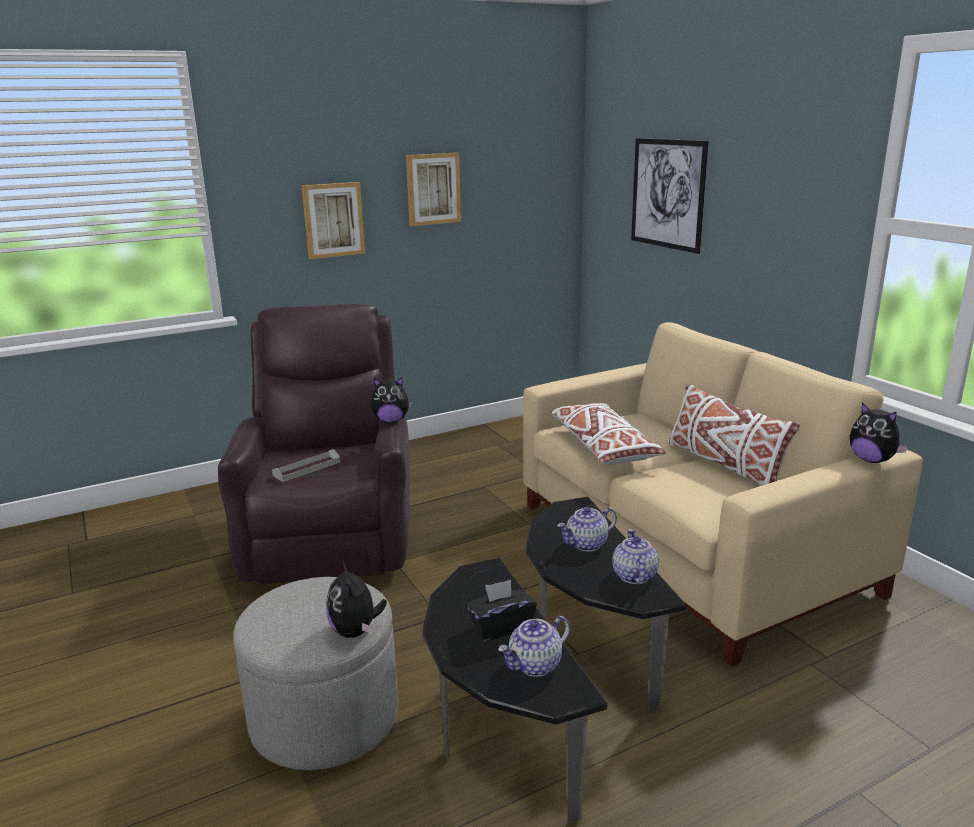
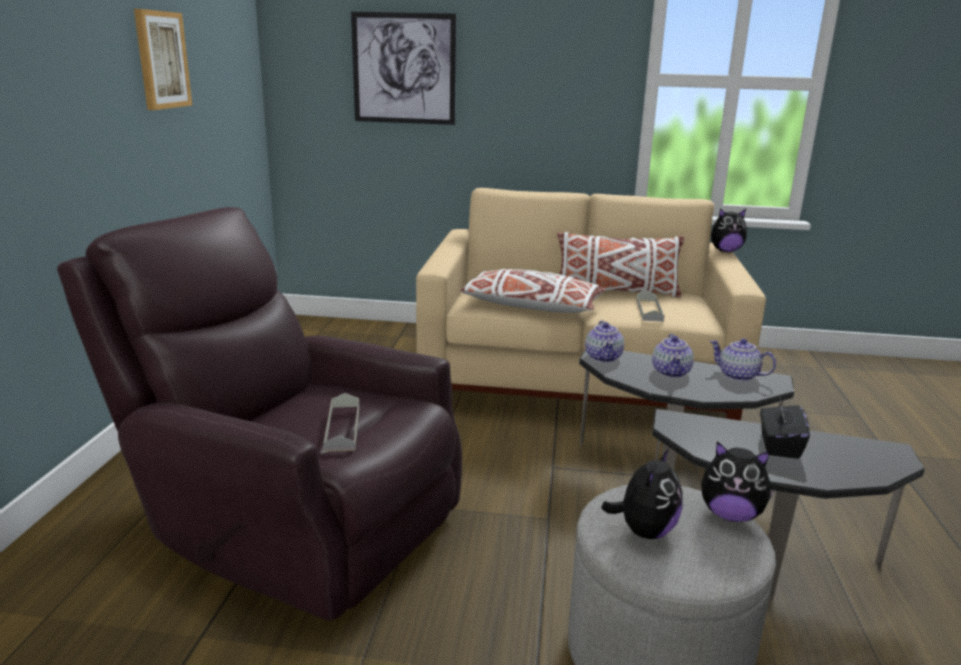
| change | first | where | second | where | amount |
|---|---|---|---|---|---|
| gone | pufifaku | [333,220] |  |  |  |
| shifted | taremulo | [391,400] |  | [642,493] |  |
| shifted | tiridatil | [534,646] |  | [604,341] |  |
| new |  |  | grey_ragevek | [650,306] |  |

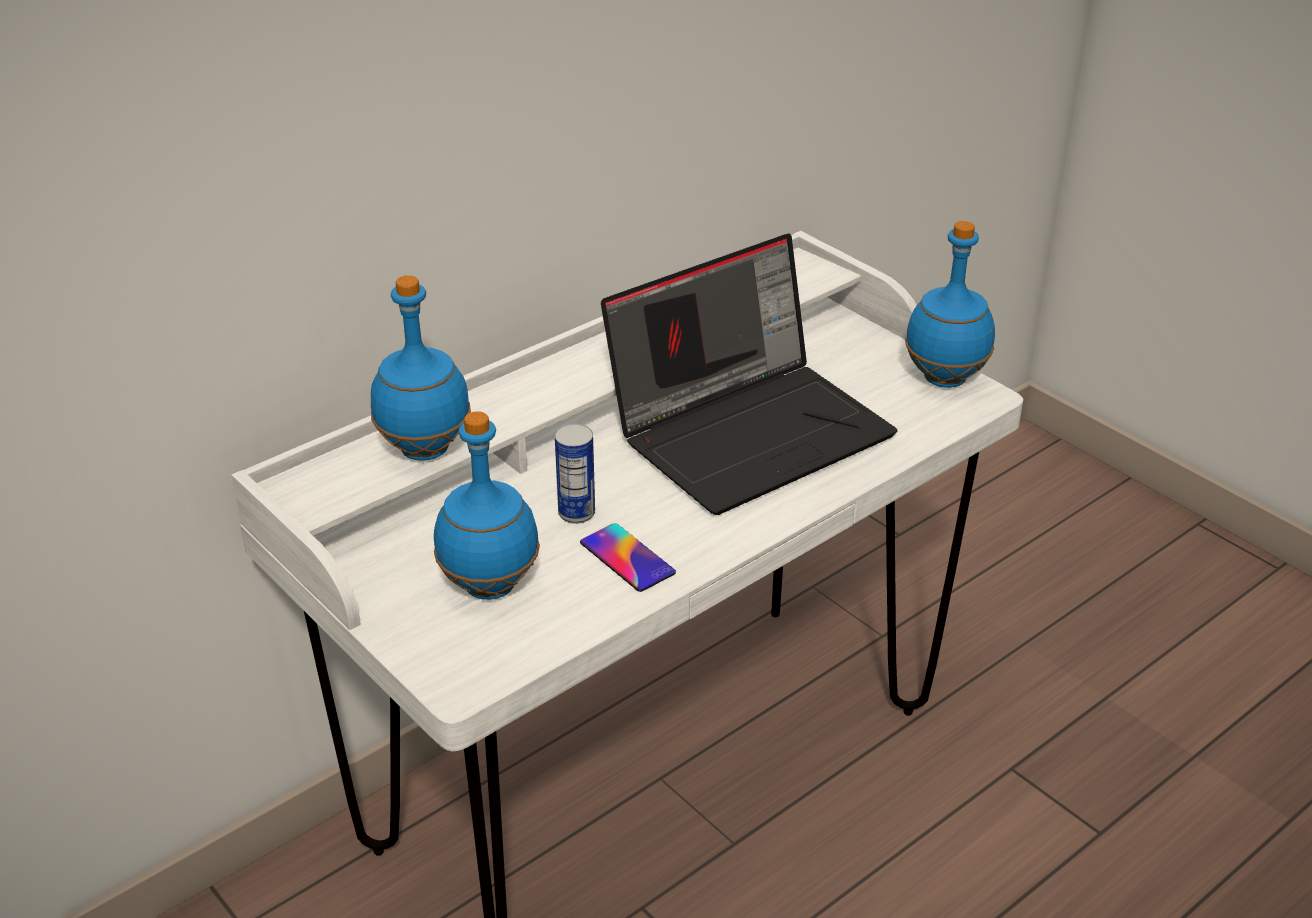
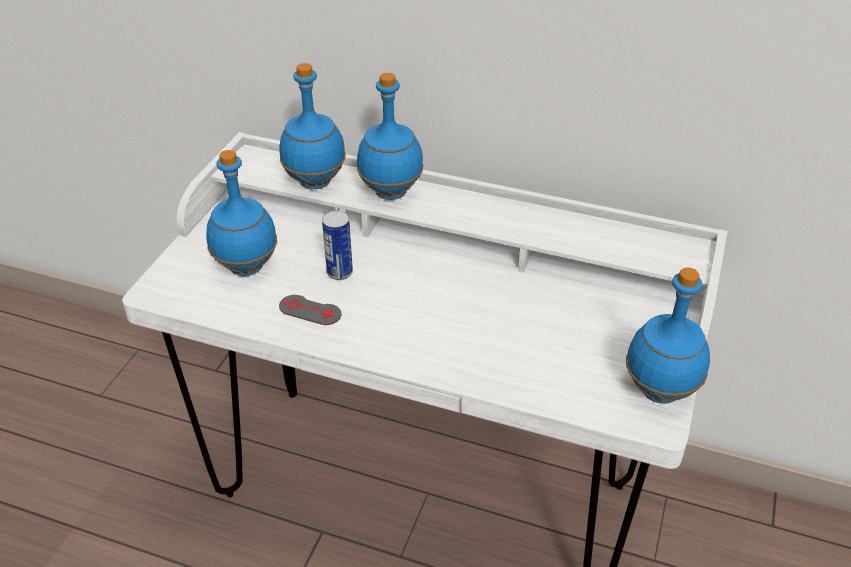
| change | first | where | second | where | amount |
|---|---|---|---|---|---|
| gone | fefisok | [749,374] |  |  |  |
| swapped | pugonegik | [628,557] | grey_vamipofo | [310,310] |  |
| new |  |  | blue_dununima | [390,136] |  |

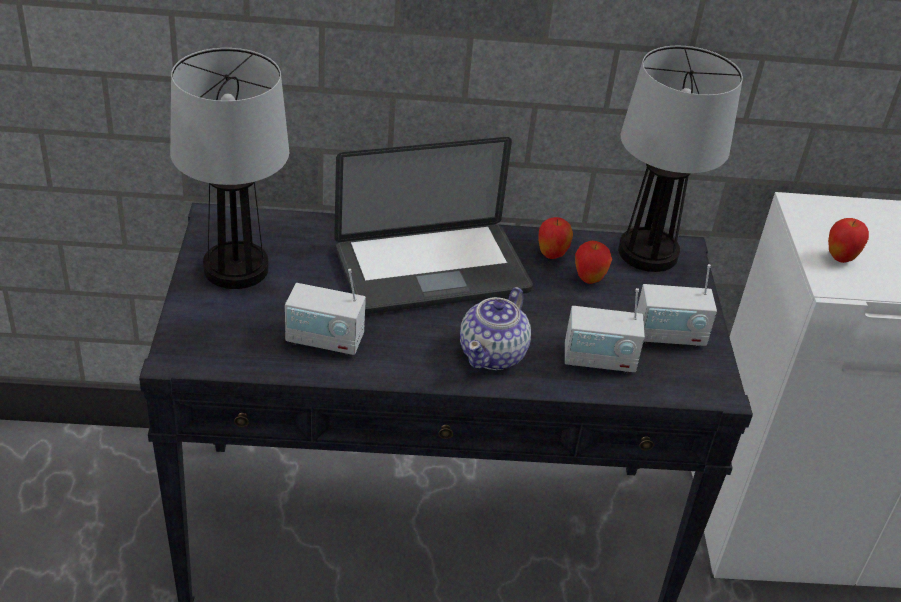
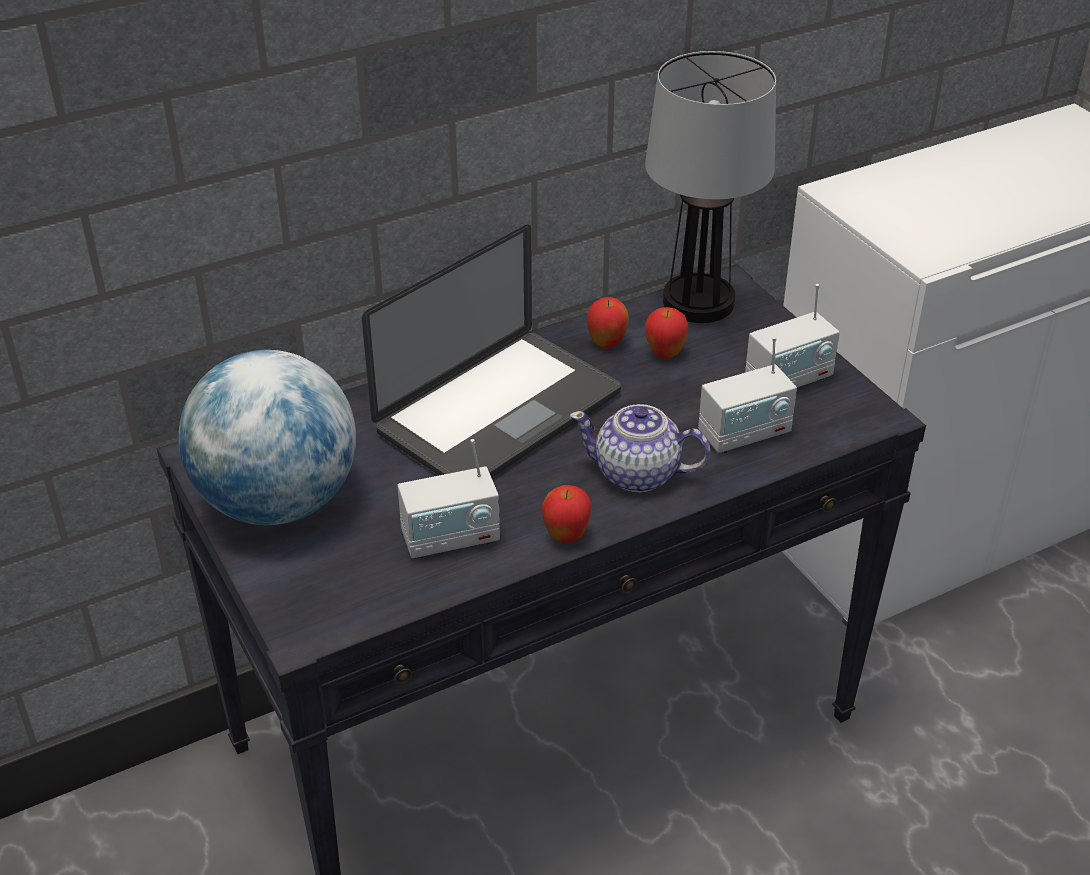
| change | first | where | second | where | amount |
|---|---|---|---|---|---|
| swapped | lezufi | [229,168] | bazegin | [267,437] |  |
| shifted | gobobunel | [848,240] |  | [566,514] |  |
| rotated | tiridatil | [495,328] |  | [640,448] | 105 degrees clockwise |

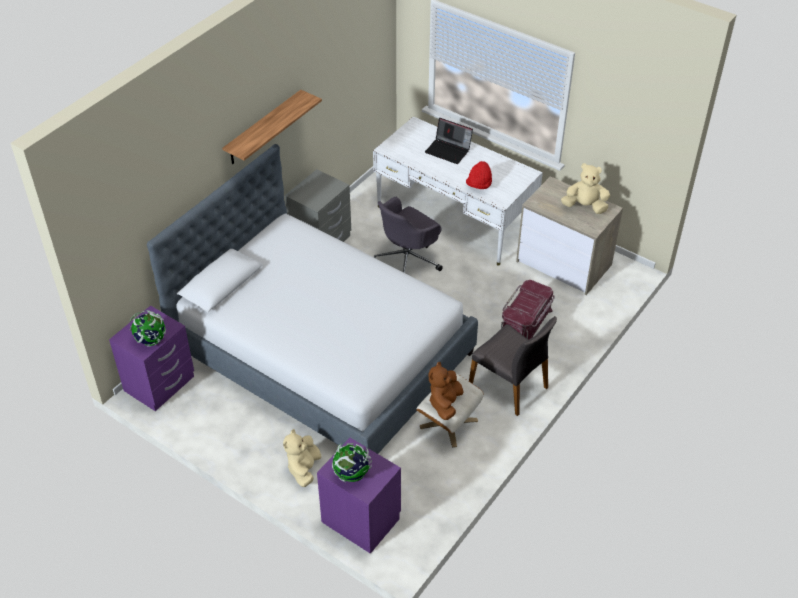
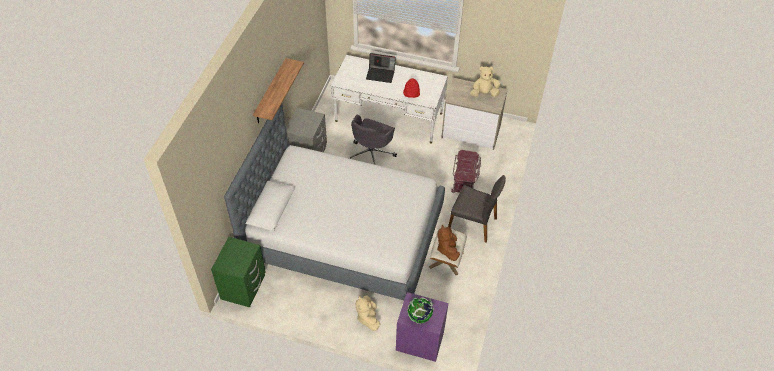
| change | first | where | second | where | amount |
|---|---|---|---|---|---|
| repainted | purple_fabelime | [151,358] | green_fabelime | [238,272] |  |
| gone | bazegin | [148,328] |  |  |  |

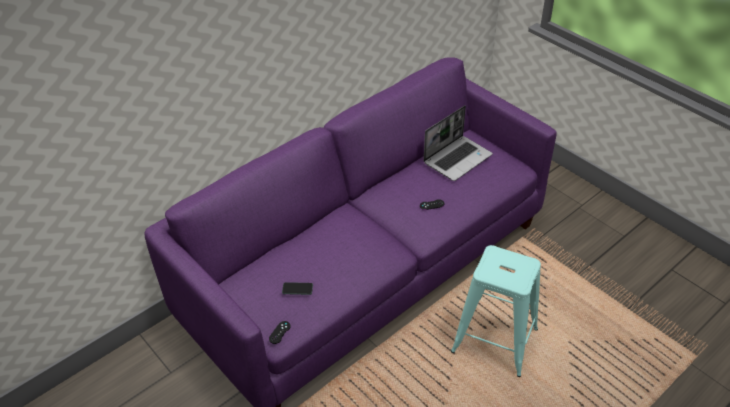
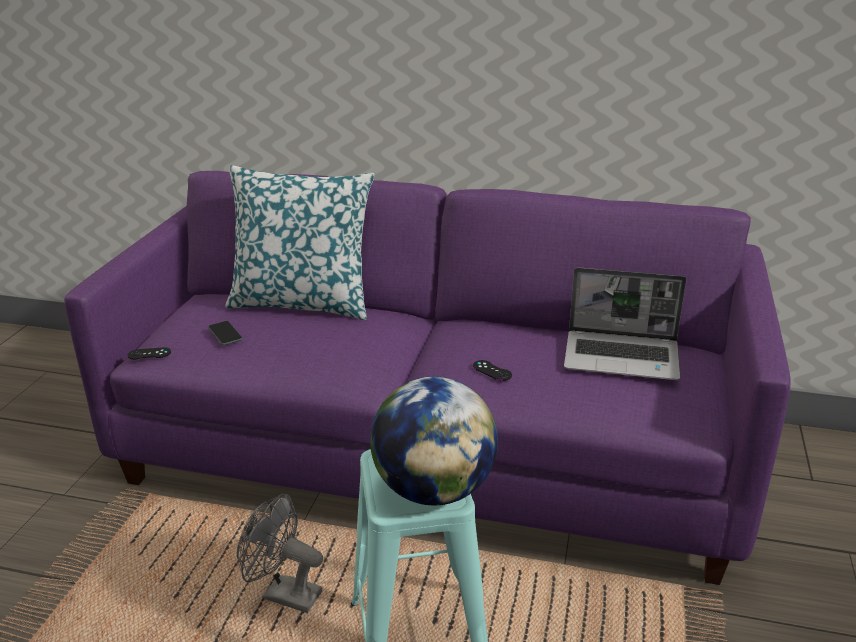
| change | first | where | second | where | amount |
|---|---|---|---|---|---|
| new |  |  | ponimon | [299,242] |  |
| new |  |  | bazegin | [434,440] |  |
| new |  |  | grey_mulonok | [280,553] |  |

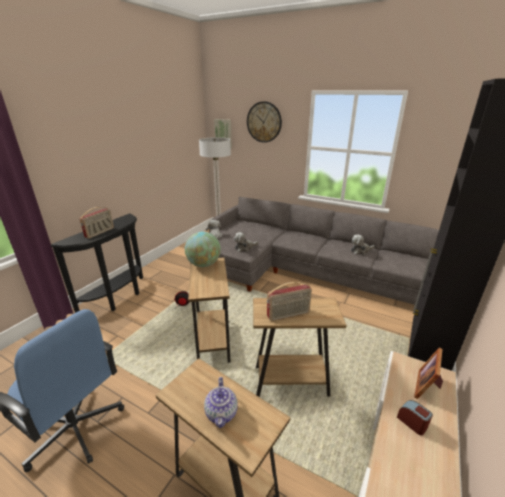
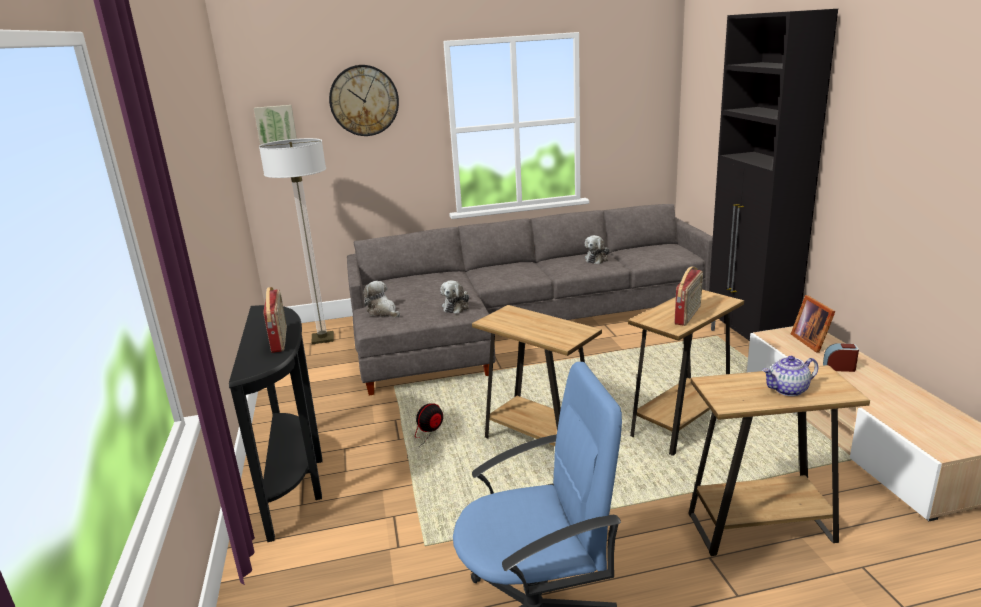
| change | first | where | second | where | amount |
|---|---|---|---|---|---|
| gone | bazegin | [203,249] |  |  |  |
| rotated | tiridatil | [221,402] |  | [790,376] | 120 degrees clockwise |

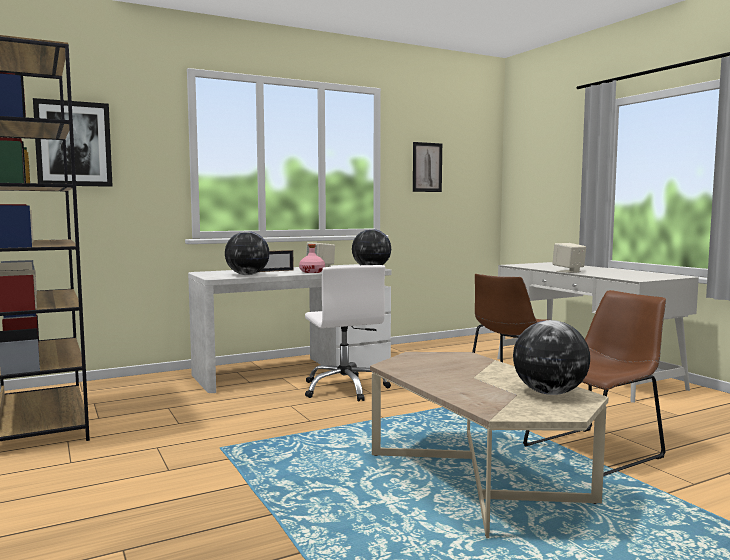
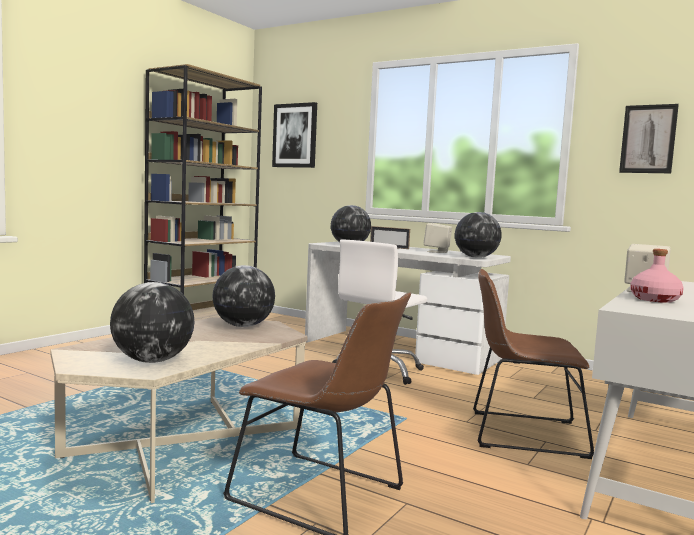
| change | first | where | second | where | amount |
|---|---|---|---|---|---|
| shifted | pink_dununima | [312,258] |  | [657,276] |  |
| new |  |  | bazegin | [243,296] |  |

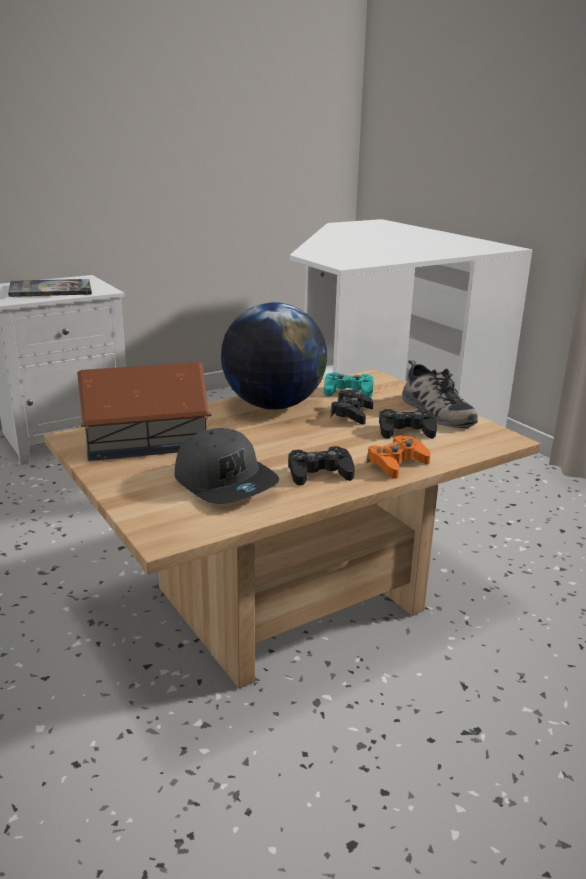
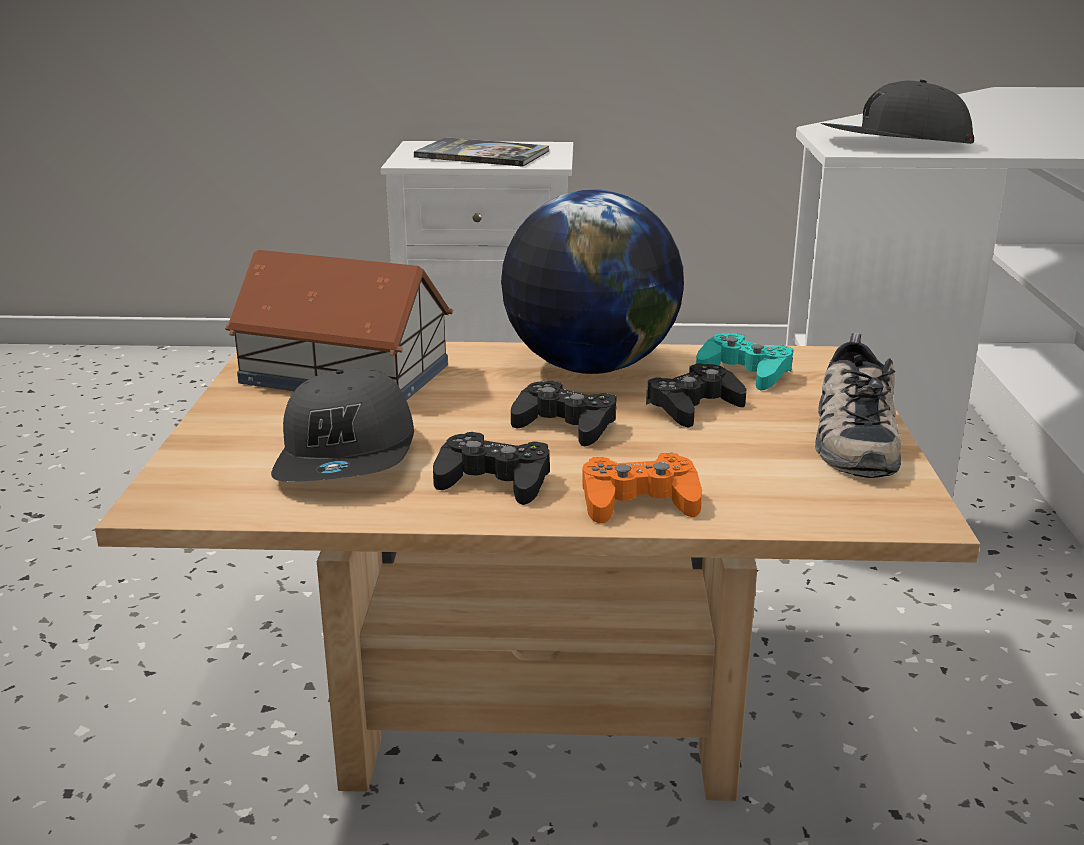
| change | first | where | second | where | amount |
|---|---|---|---|---|---|
| shifted | black_vamipofo | [408,424] |  | [564,413] |  |
| new |  |  | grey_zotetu | [897,112] |  |

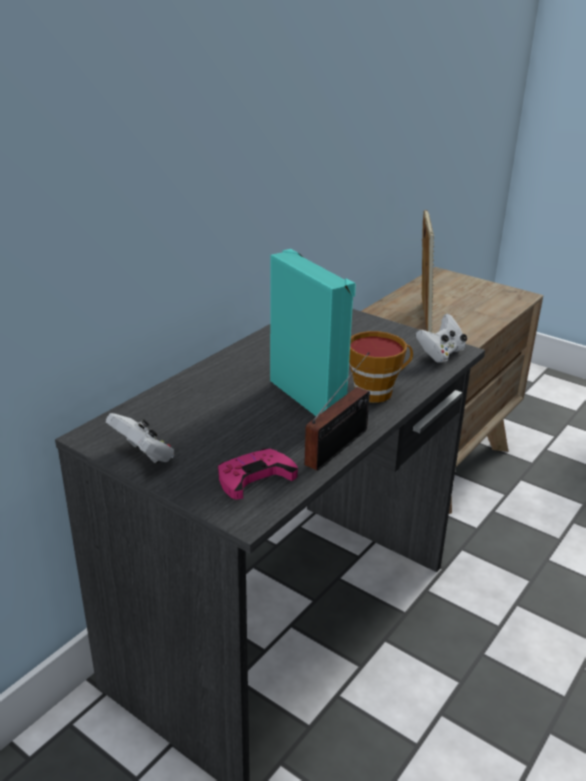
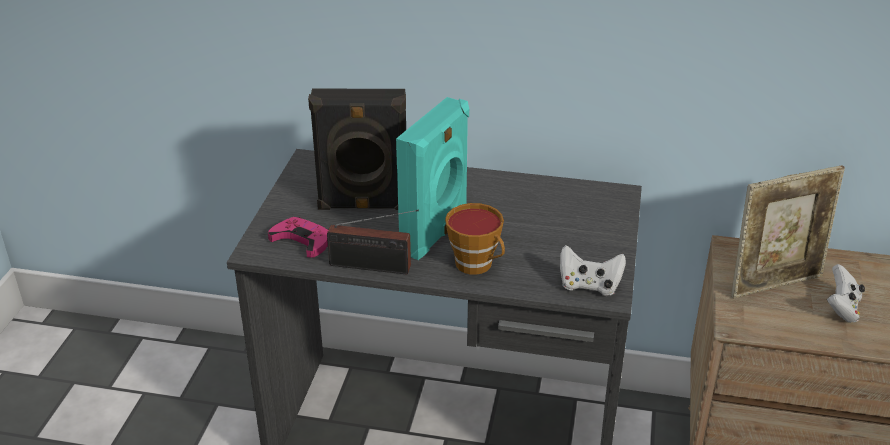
| change | first | where | second | where | amount |
|---|---|---|---|---|---|
| shifted | white_vamipofo | [140,438] |  | [846,293] |  |
| new |  |  | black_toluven | [357,149] |  |

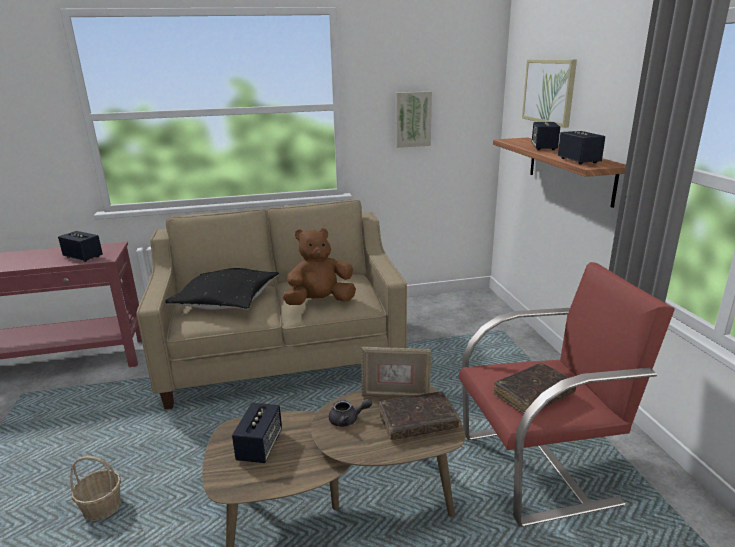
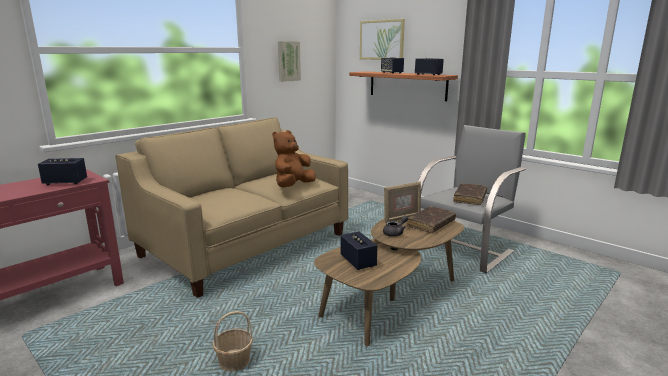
| change | first | where | second | where | amount |
|---|---|---|---|---|---|
| repainted | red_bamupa | [567,394] | grey_bamupa | [472,199] |  |
| gone | black_ponimon | [222,289] |  |  |  |

